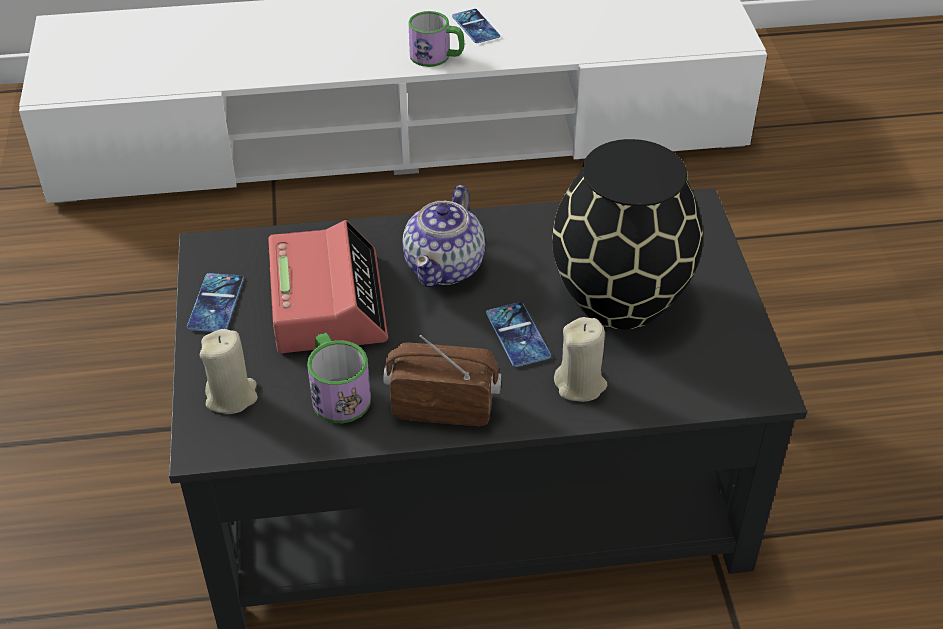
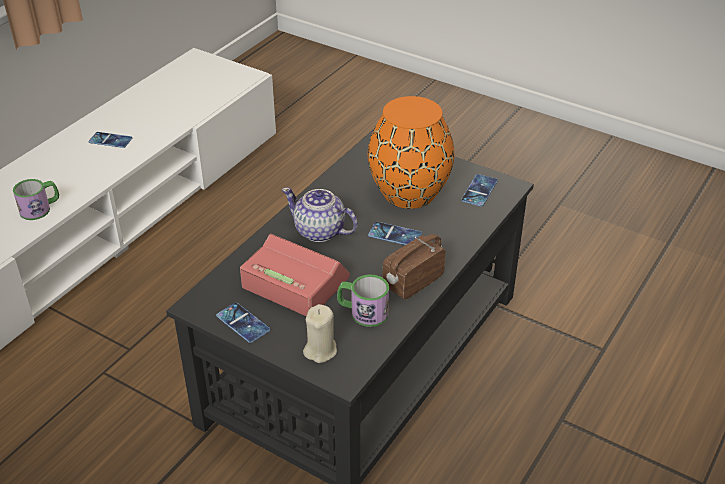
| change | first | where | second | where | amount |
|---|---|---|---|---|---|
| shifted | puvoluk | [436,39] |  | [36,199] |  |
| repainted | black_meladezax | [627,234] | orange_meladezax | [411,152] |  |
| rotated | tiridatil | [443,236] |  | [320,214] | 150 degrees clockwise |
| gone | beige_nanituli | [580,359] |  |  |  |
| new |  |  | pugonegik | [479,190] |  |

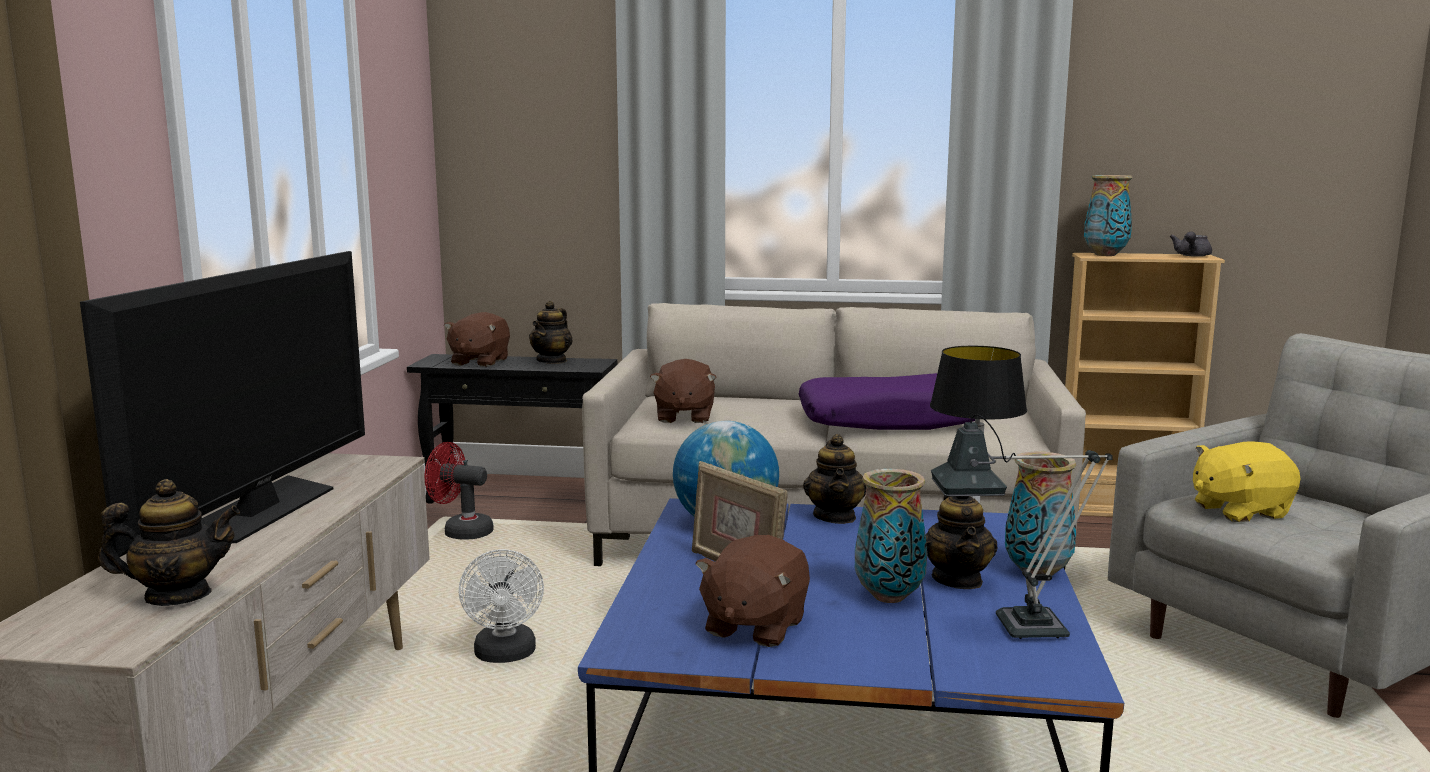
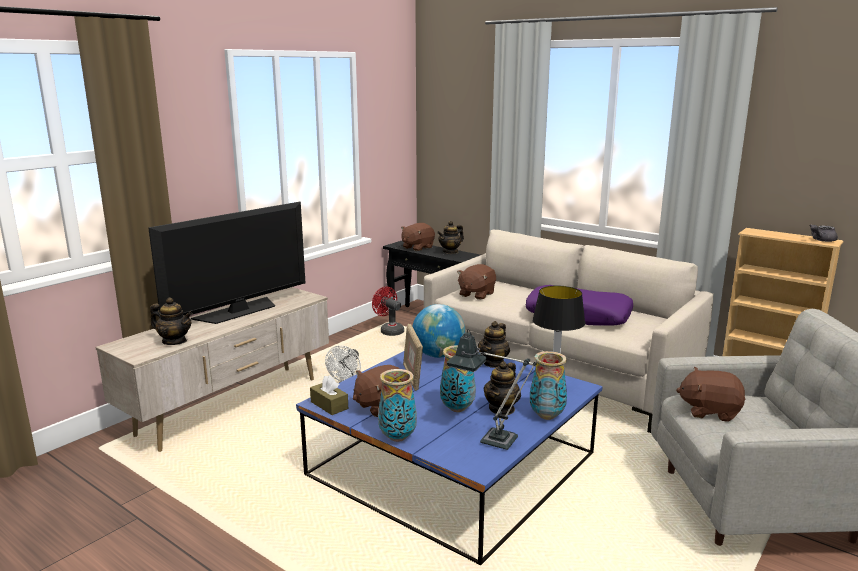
| change | first | where | second | where | amount |
|---|---|---|---|---|---|
| shifted | meladezax | [1108,215] |  | [397,405] |  |
| repainted | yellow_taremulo | [1246,481] | brown_taremulo | [710,394] |  |
| new |  |  | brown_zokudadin | [329,395] |  |

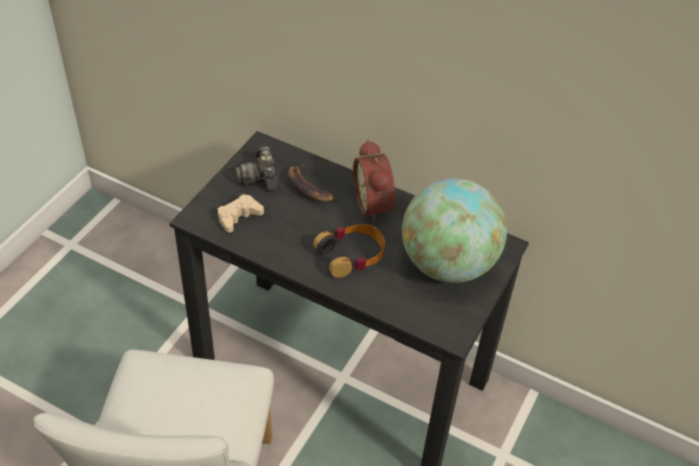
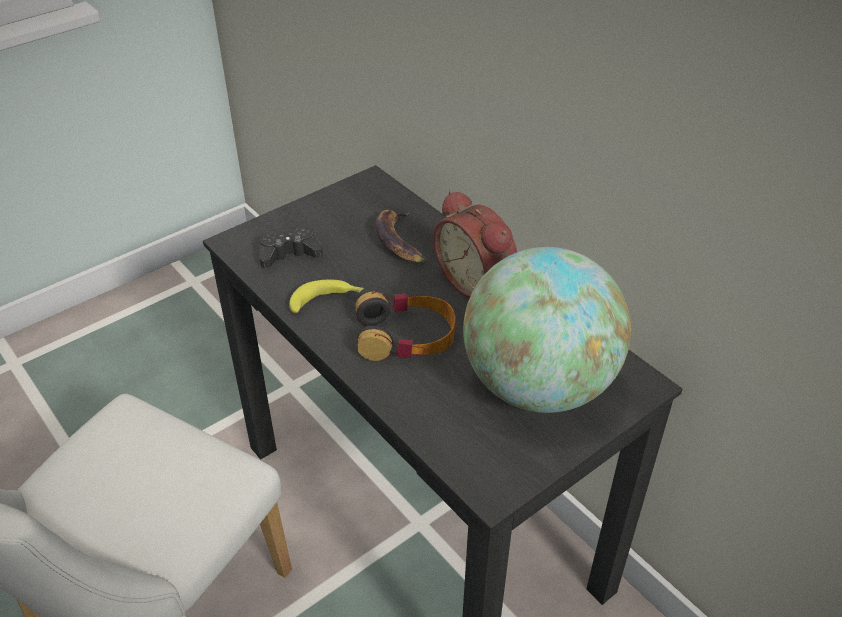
| change | first | where | second | where | amount |
|---|---|---|---|---|---|
| rotated | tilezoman | [374,181] |  | [475,244] | 45 degrees counterclockwise |
| gone | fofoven | [256,169] |  |  |  |
| repainted | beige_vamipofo | [240,213] | black_vamipofo | [291,247] |  |
| new |  |  | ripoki | [326,296] |  |

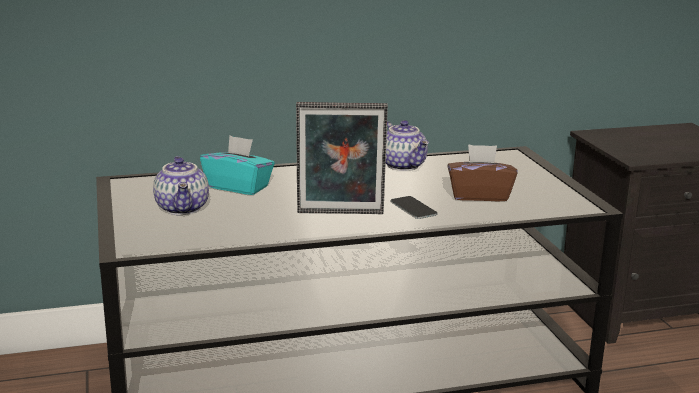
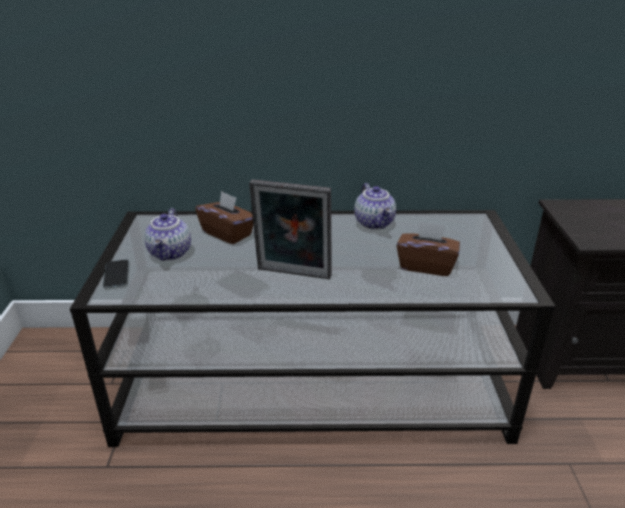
| change | first | where | second | where | amount |
|---|---|---|---|---|---|
| repainted | turquoise_zokudadin | [237,165] | brown_zokudadin | [224,217] |  |
| shifted | pugonegik | [413,207] |  | [116,274] |  |

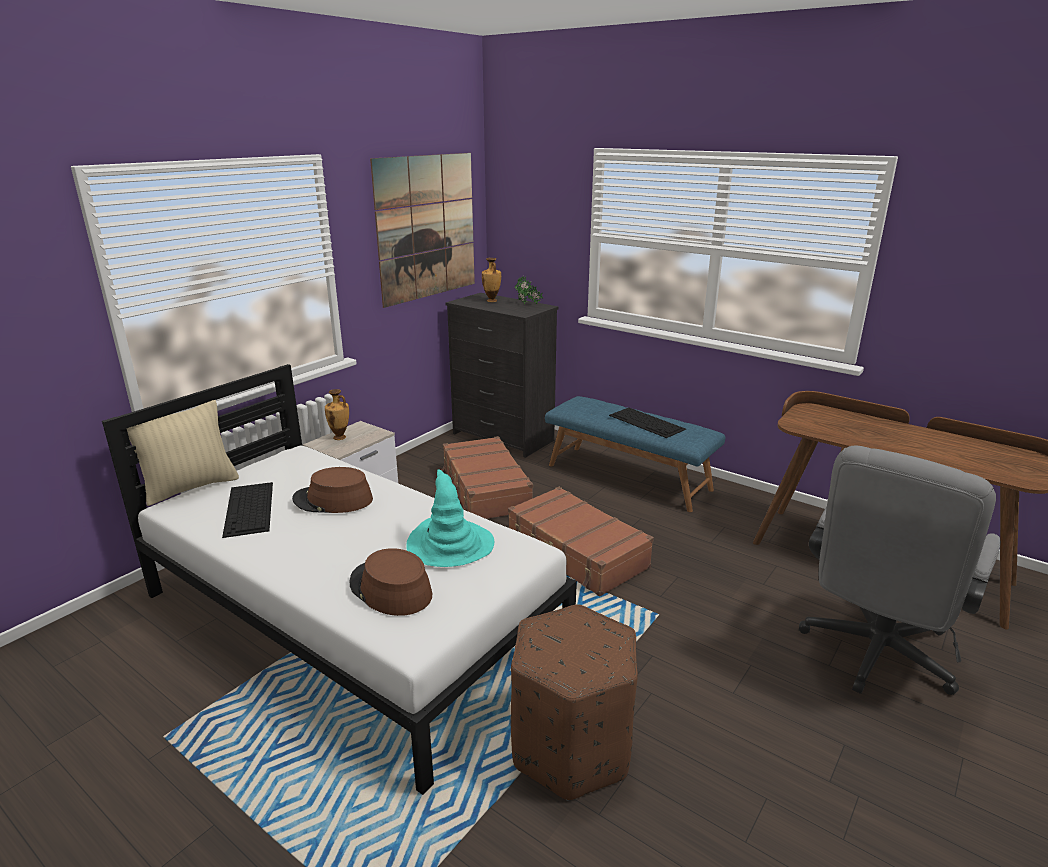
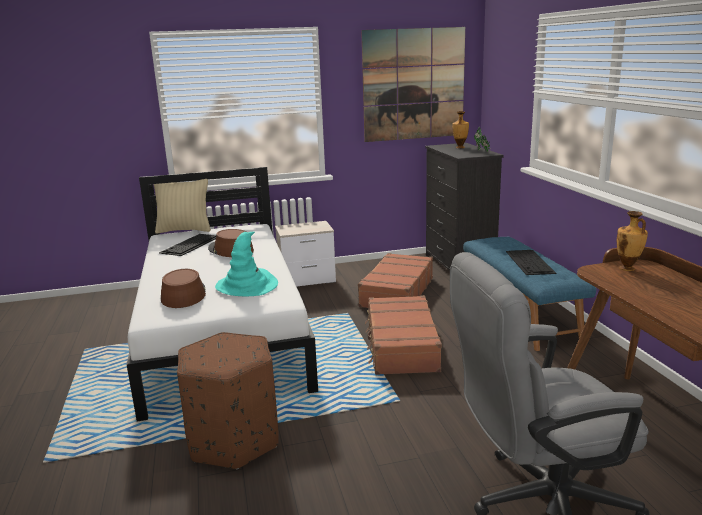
| change | first | where | second | where | amount |
|---|---|---|---|---|---|
| shifted | meladezax | [337,414] |  | [632,241] |  |

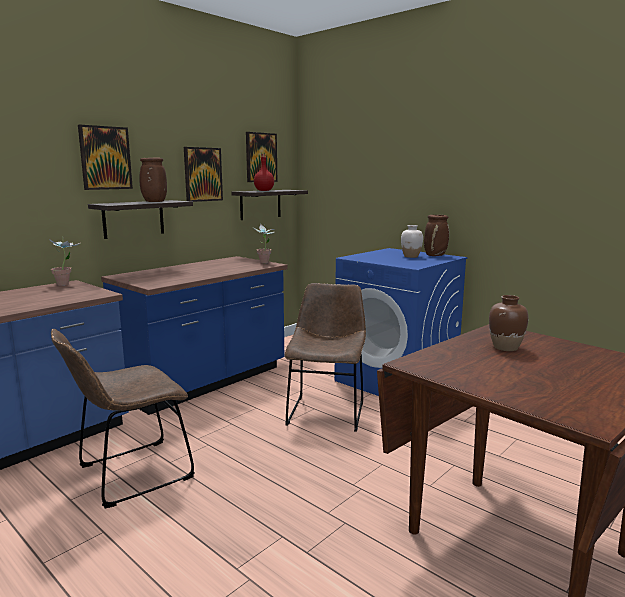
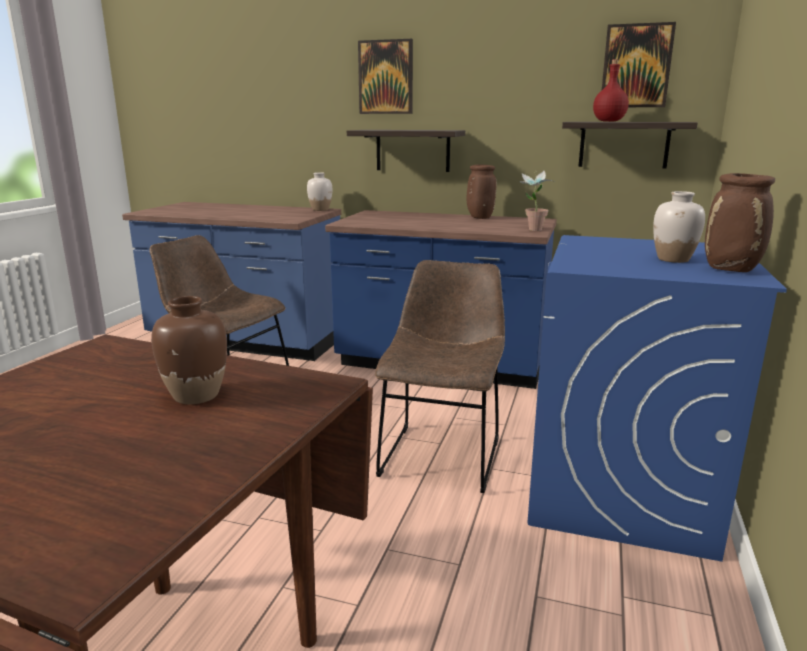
| change | first | where | second | where | amount |
|---|---|---|---|---|---|
| gone | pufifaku | [203,174] |  |  |  |
| shifted | brown_meladezax | [153,179] |  | [482,192] |  |
| swapped | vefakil | [64,261] | white_meladezax | [319,191] |  |
| rotated | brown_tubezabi | [325,357] |  | [440,376] | 60 degrees counterclockwise |

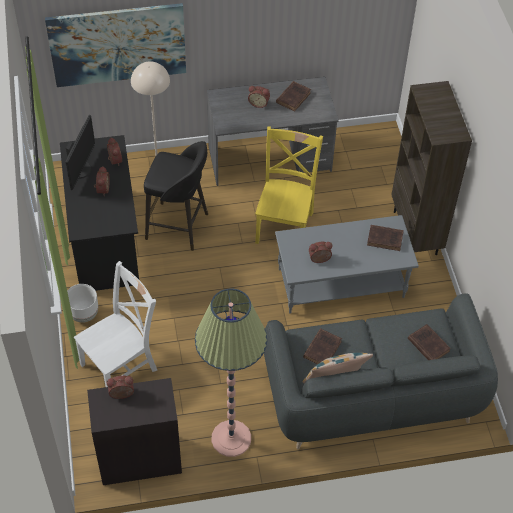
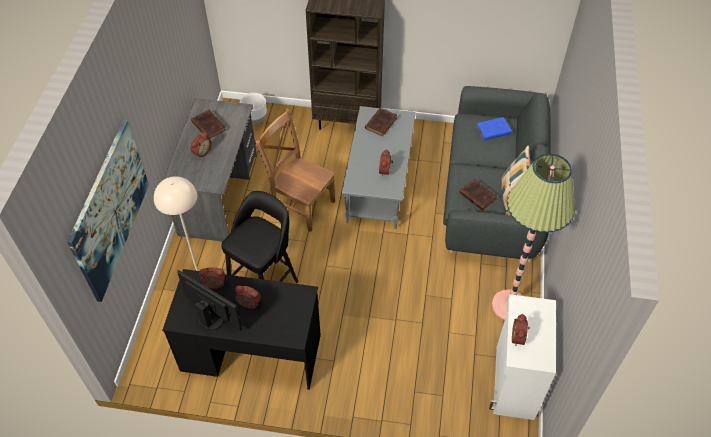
| change | first | where | second | where | amount |
|---|---|---|---|---|---|
| repainted | yellow_tubezabi | [289,185] | brown_tubezabi | [295,170] |  |
| gone | white_tubezabi | [115,324] |  |  |  |
| shifted | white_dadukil | [82,303] |  | [253,109] |  |
| repainted | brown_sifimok | [429,342] | blue_sifimok | [494,128] |  |
| repainted | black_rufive | [134,431] | white_rufive | [522,357] |  |

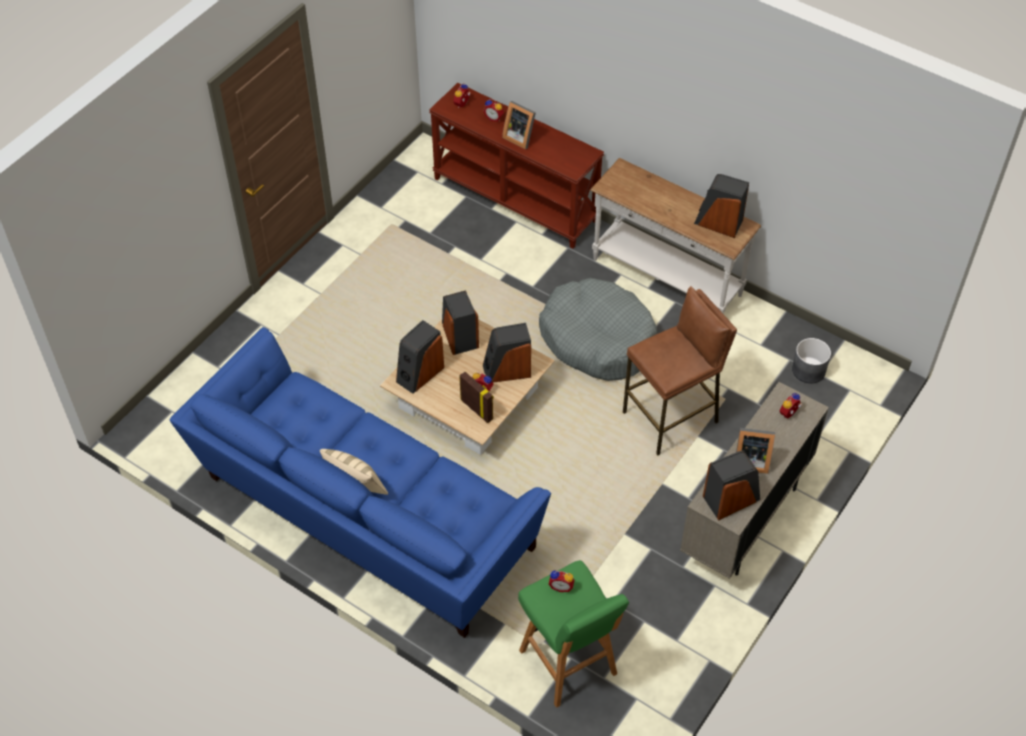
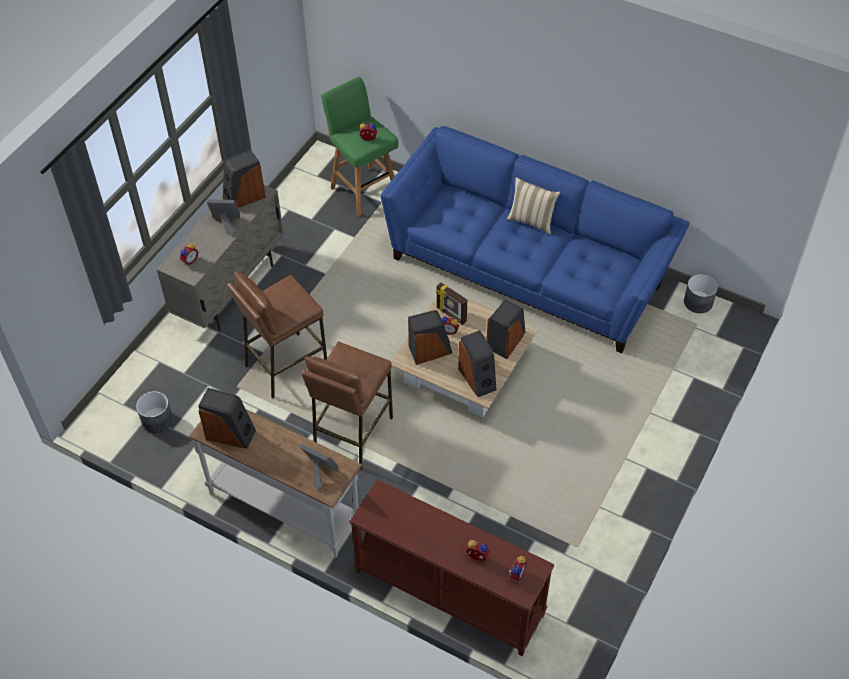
| change | first | where | second | where | amount |
|---|---|---|---|---|---|
| shifted | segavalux | [519,125] |  | [319,467] |  |
| swapped | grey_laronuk | [598,329] | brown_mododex | [347,406] |  |
| new |  |  | grey_dadukil | [701,293] |  |

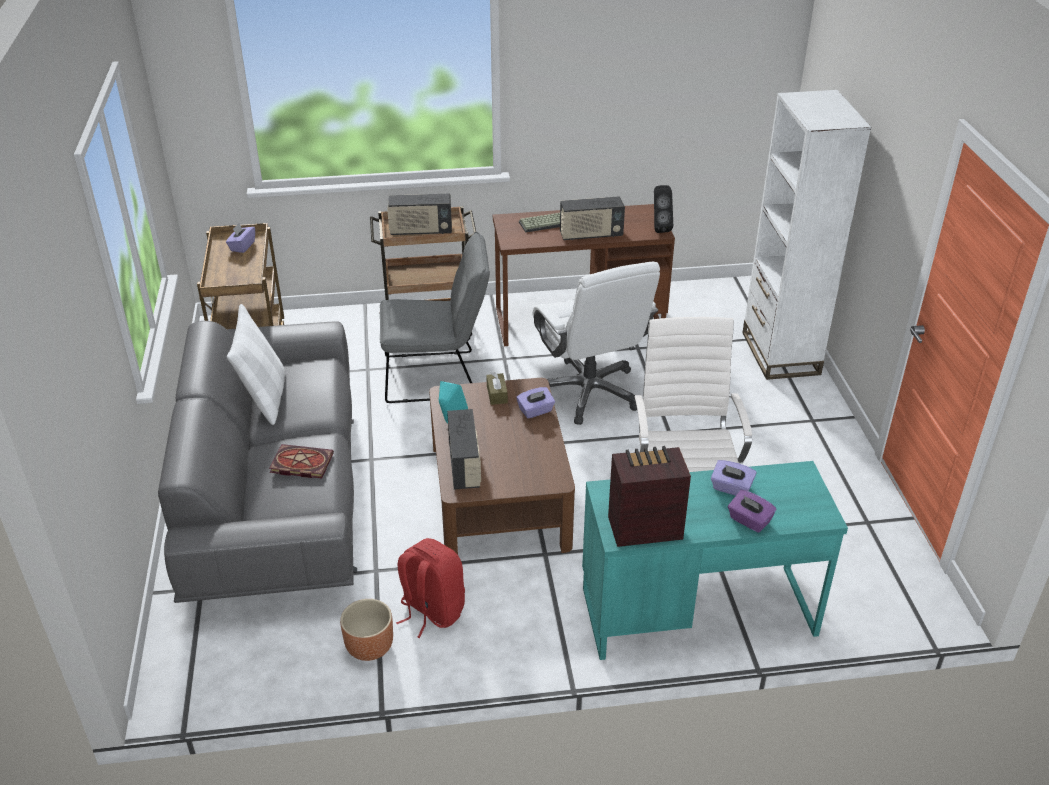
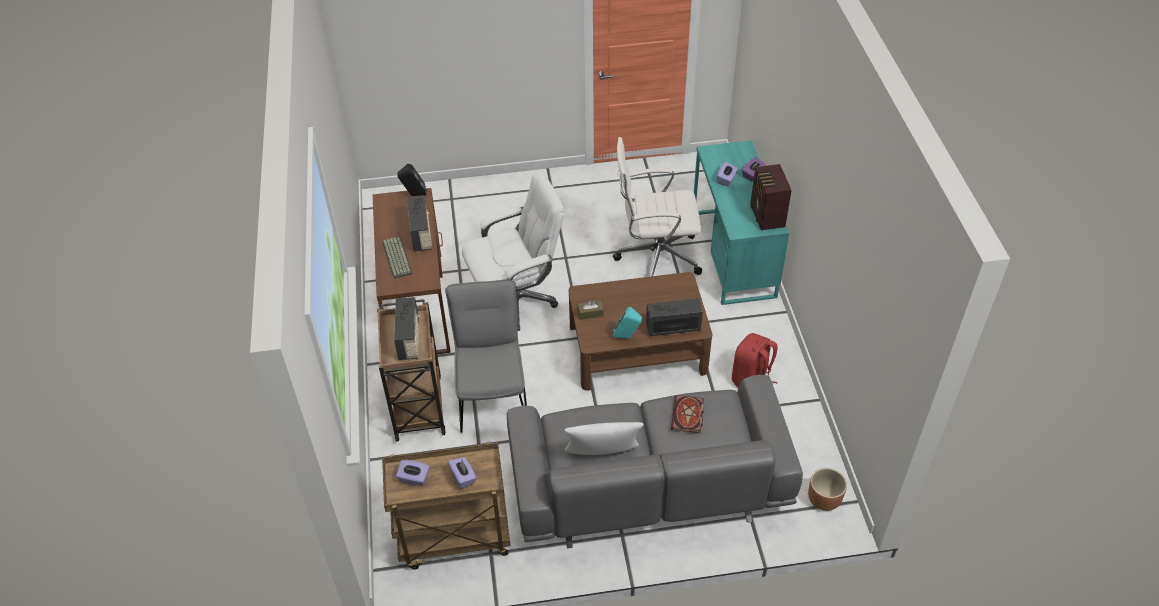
| change | first | where | second | where | amount |
|---|---|---|---|---|---|
| gone | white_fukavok | [807,235] |  |  |  |
| shifted | purple_zokudadin | [536,403] |  | [462,473] |  |
| shifted | brown_dadukil | [366,630] |  | [827,489] |  |

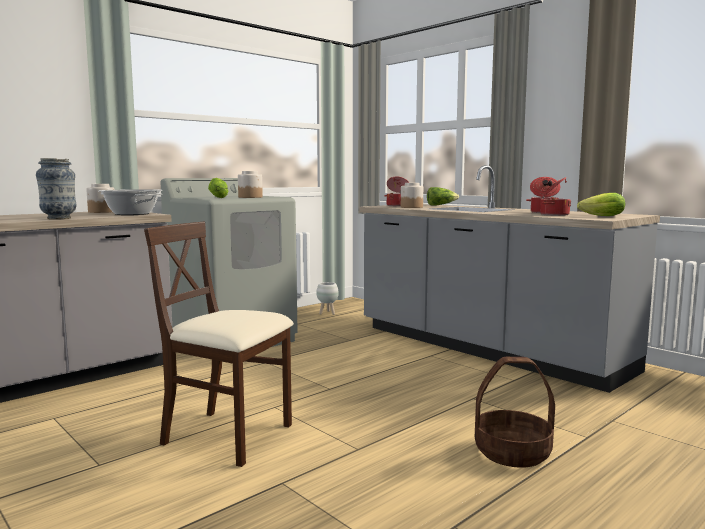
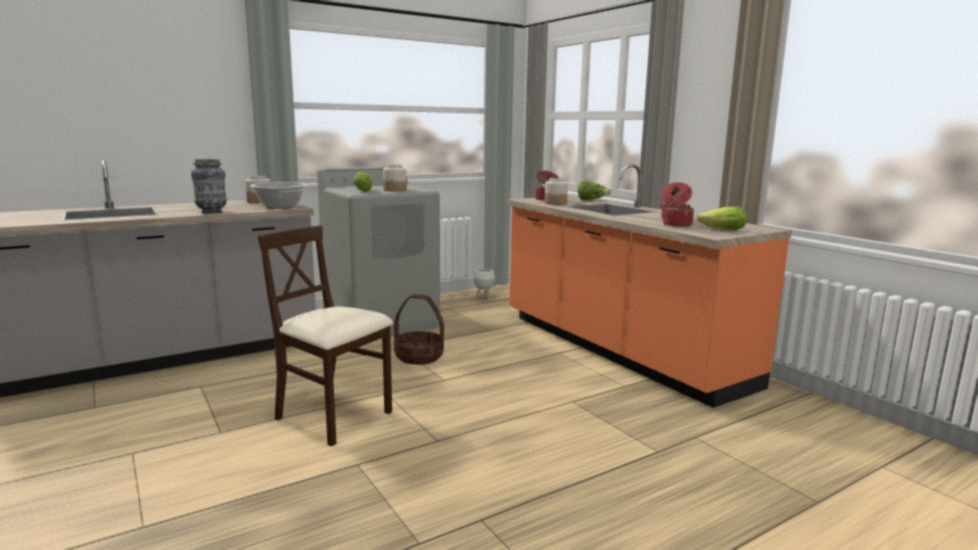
| change | first | where | second | where | amount |
|---|---|---|---|---|---|
| repainted | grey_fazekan | [509,279] | orange_fazekan | [649,286] |  |
| shifted | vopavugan | [515,412] |  | [419,329] |  |

